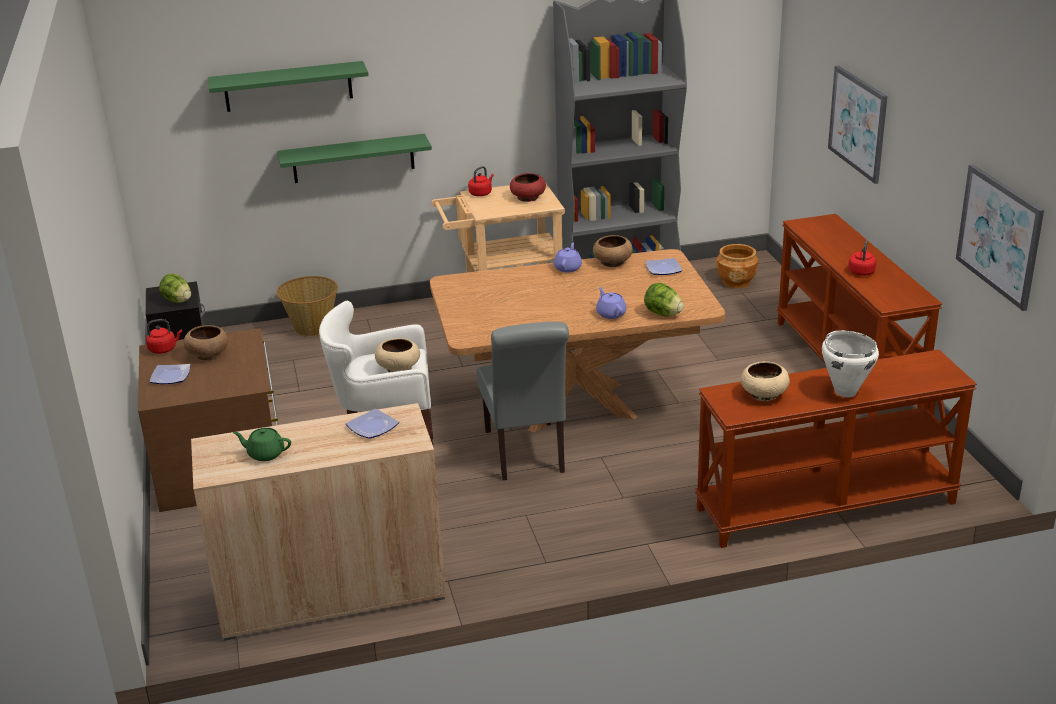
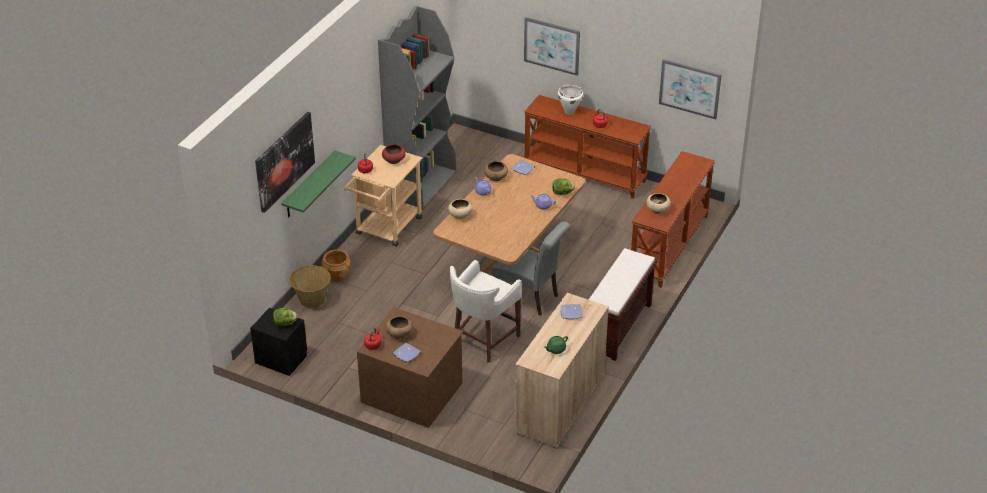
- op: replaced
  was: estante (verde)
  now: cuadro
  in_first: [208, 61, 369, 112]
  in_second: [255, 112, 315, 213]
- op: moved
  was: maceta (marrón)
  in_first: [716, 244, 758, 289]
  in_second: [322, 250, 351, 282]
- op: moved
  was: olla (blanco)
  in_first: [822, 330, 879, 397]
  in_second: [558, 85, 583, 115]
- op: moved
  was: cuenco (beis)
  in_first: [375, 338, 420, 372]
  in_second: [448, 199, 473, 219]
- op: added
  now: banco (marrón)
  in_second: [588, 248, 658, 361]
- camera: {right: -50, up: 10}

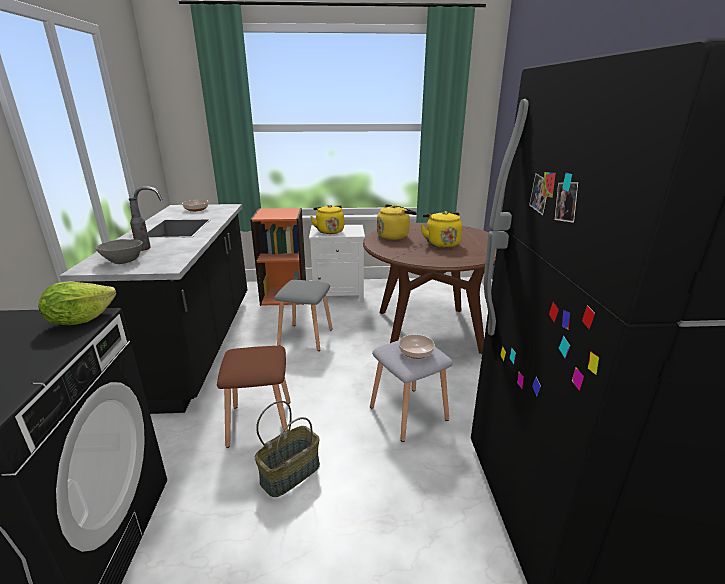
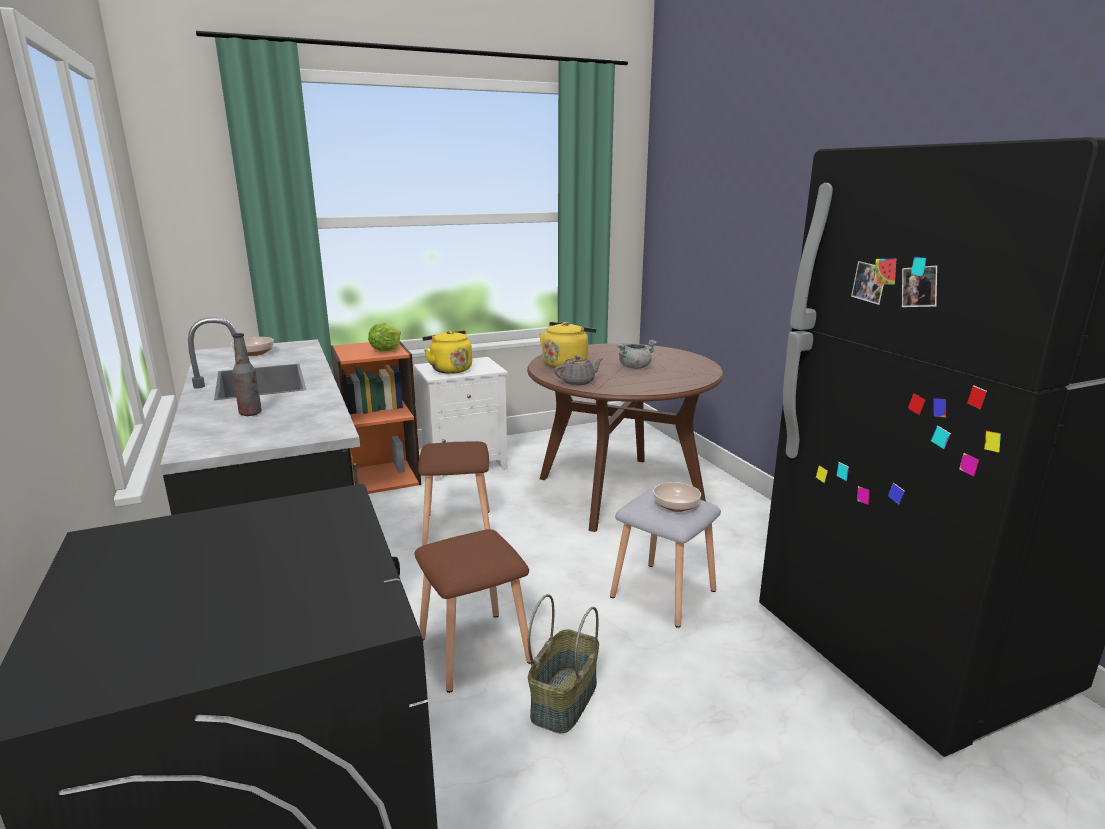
- op: replaced
  was: hervidor (amarillo)
  now: olla (gris)
  in_first: [421, 211, 462, 248]
  in_second: [618, 340, 657, 369]
- op: removed
  was: cuenco (gris)
  in_first: [95, 239, 143, 264]
- op: recoloured
  was: taburete (gris)
  now: taburete (marrón)
  in_first: [274, 280, 333, 351]
  in_second: [418, 441, 490, 546]
- op: moved
  was: lechuga
  in_first: [38, 281, 116, 325]
  in_second: [368, 323, 401, 351]
- op: added
  now: tetera (gris)
  in_second: [554, 355, 603, 385]
- camera: {right: -20, up: -5}

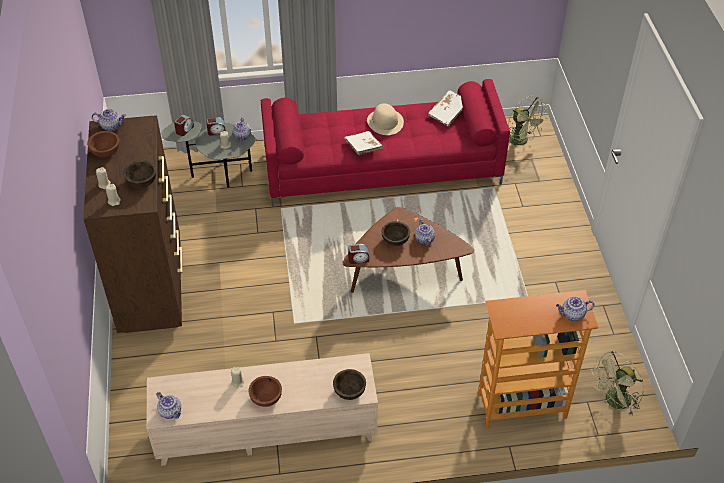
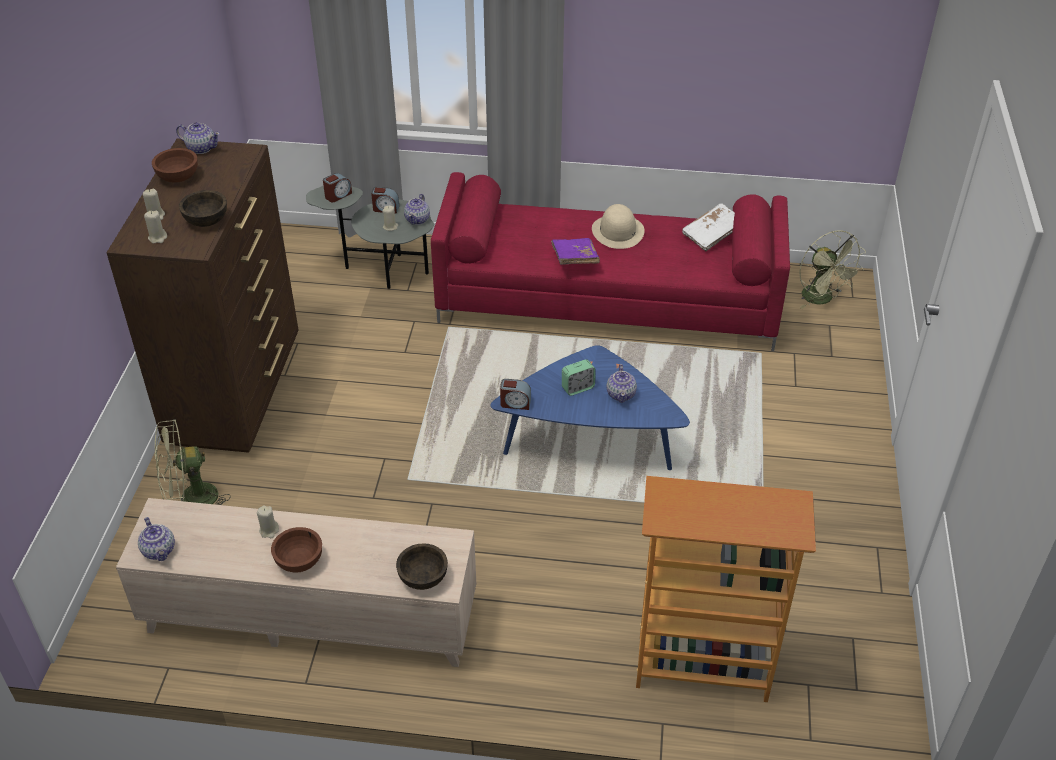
- op: recoloured
  was: libro (blanco)
  now: libro (morado)
  in_first: [344, 131, 384, 155]
  in_second: [551, 238, 600, 265]
- op: recoloured
  was: mesa de centro (marrón)
  now: mesa de centro (azul)
  in_first: [342, 207, 474, 293]
  in_second: [490, 345, 690, 470]
- op: replaced
  was: cuenco (marrón)
  now: despertador
  in_first: [382, 221, 410, 246]
  in_second: [562, 359, 596, 396]
- op: removed
  was: tetera
  in_first: [556, 296, 594, 321]
- op: moved
  was: ventilador (verde)
  in_first: [591, 351, 643, 416]
  in_second: [155, 419, 231, 505]
- camera: {right: 15, up: -5}

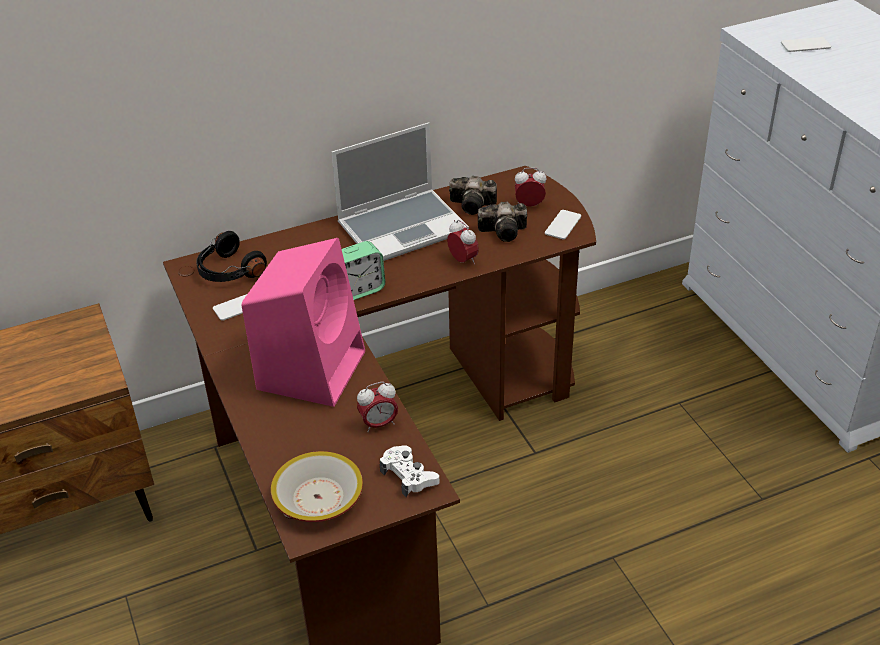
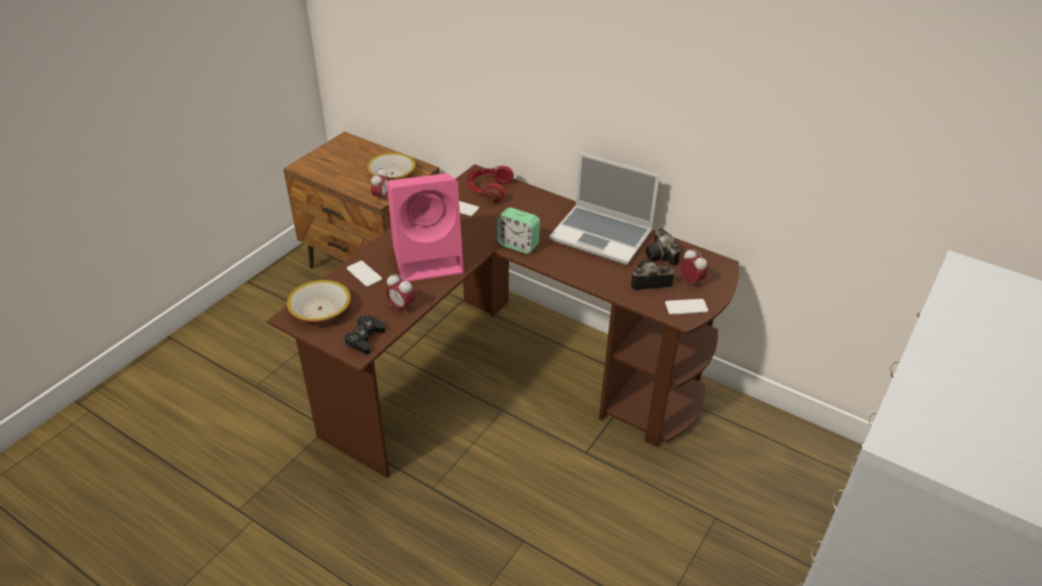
- op: moved
  was: móvil
  in_first: [781, 37, 831, 52]
  in_second: [347, 261, 382, 287]
- op: turned
  was: cámara
  in_first: [478, 202, 527, 242]
  in_second: [631, 260, 674, 290]
  clockwise: 120
- op: moved
  was: despertador
  in_first: [447, 220, 479, 265]
  in_second: [371, 168, 390, 203]
- op: recoloured
  was: auriculares (negro)
  now: auriculares (rojo)
  in_first: [196, 231, 267, 282]
  in_second: [467, 166, 514, 202]
- op: recoloured
  was: mando de consola (blanco)
  now: mando de consola (negro)
  in_first: [380, 446, 439, 497]
  in_second: [344, 315, 385, 355]
- op: added
  now: cuenco
  in_second: [367, 153, 416, 180]
- camera: {right: 55, up: 0}

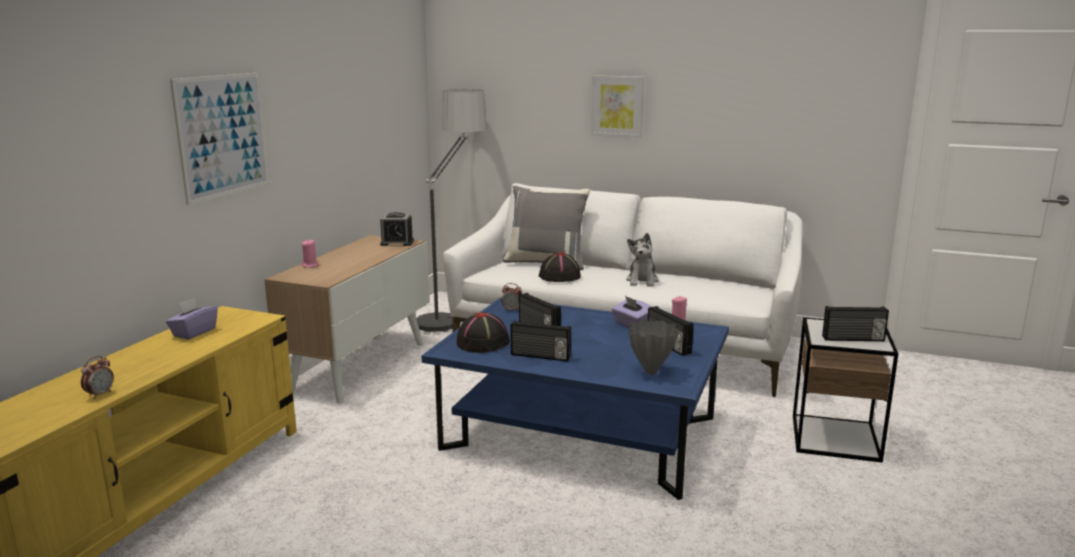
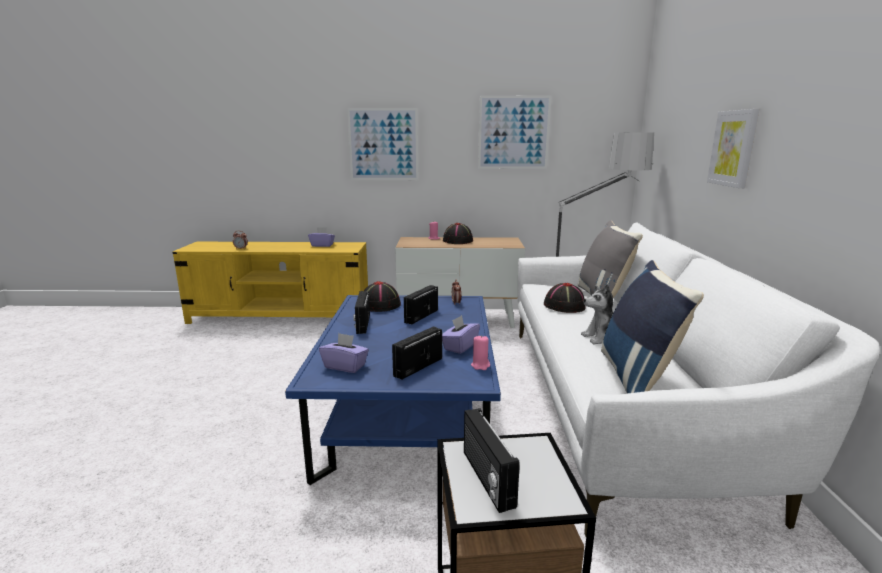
- op: removed
  was: despertador
  in_first: [380, 212, 414, 246]
- op: replaced
  was: florero (gris)
  now: caja de pañuelos (morado)
  in_first: [629, 320, 679, 375]
  in_second: [319, 333, 369, 373]
- op: added
  now: cuadro
  in_second: [478, 95, 552, 169]
- op: added
  now: sombrero (negro)
  in_second: [443, 223, 473, 244]
- op: added
  now: cojín (azul)
  in_second: [601, 260, 704, 394]
- camera: {right: 70, up: 0}

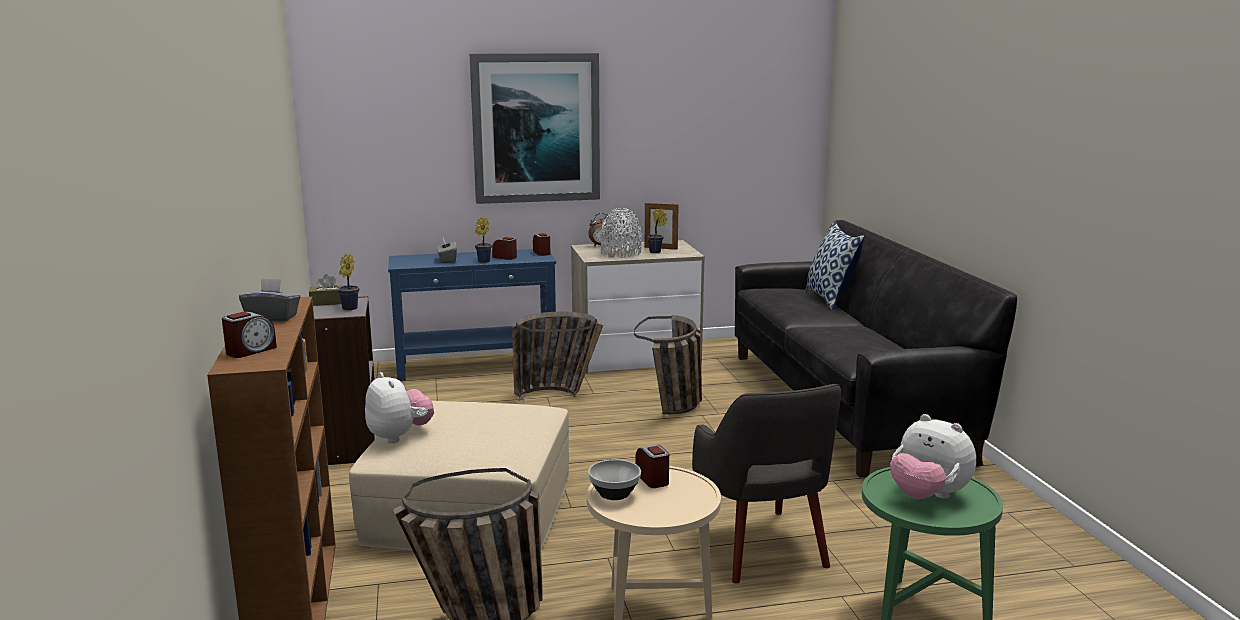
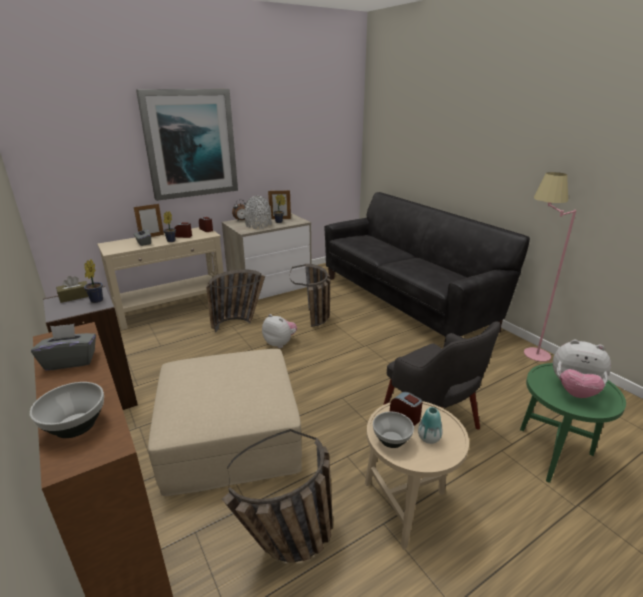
- op: removed
  was: cojín
  in_first: [806, 221, 864, 310]
- op: recoloured
  was: mesa consola (azul)
  now: mesa consola (beis)
  in_first: [388, 249, 556, 381]
  in_second: [97, 227, 223, 330]
- op: replaced
  was: despertador
  now: cuenco
  in_first: [222, 312, 277, 358]
  in_second: [30, 382, 104, 438]
- op: moved
  was: peluche
  in_first: [365, 372, 434, 443]
  in_second: [262, 314, 297, 348]
- op: added
  now: lámpara de pie (rosa)
  in_second: [524, 172, 576, 362]
- op: added
  now: portarretratos
  in_second: [134, 203, 164, 237]
- op: added
  now: florero
  in_second: [418, 407, 443, 444]
- camera: {right: -20, up: 10}

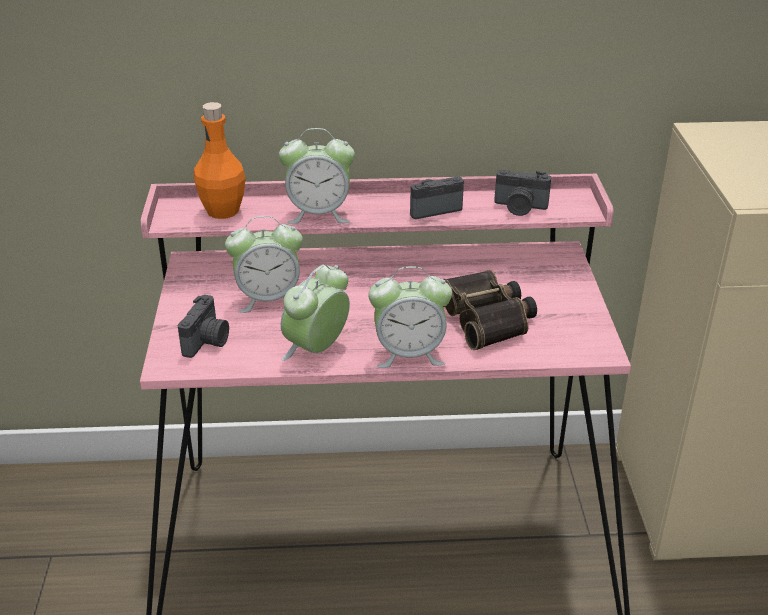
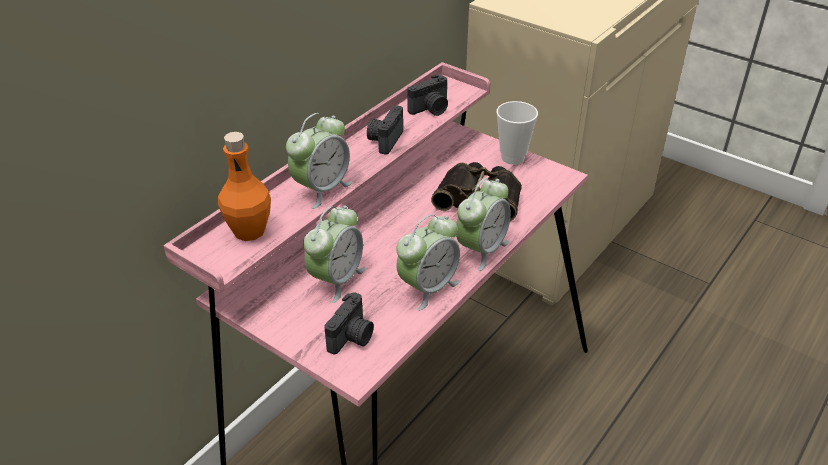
- op: turned
  was: despertador
  in_first: [281, 264, 350, 361]
  in_second: [396, 214, 460, 311]
  clockwise: -120
- op: turned
  was: cámara
  in_first: [178, 295, 229, 358]
  in_second: [324, 292, 374, 355]
  clockwise: 60
- op: added
  now: taza
  in_second: [496, 101, 538, 165]
- camera: {right: -50, up: 5}

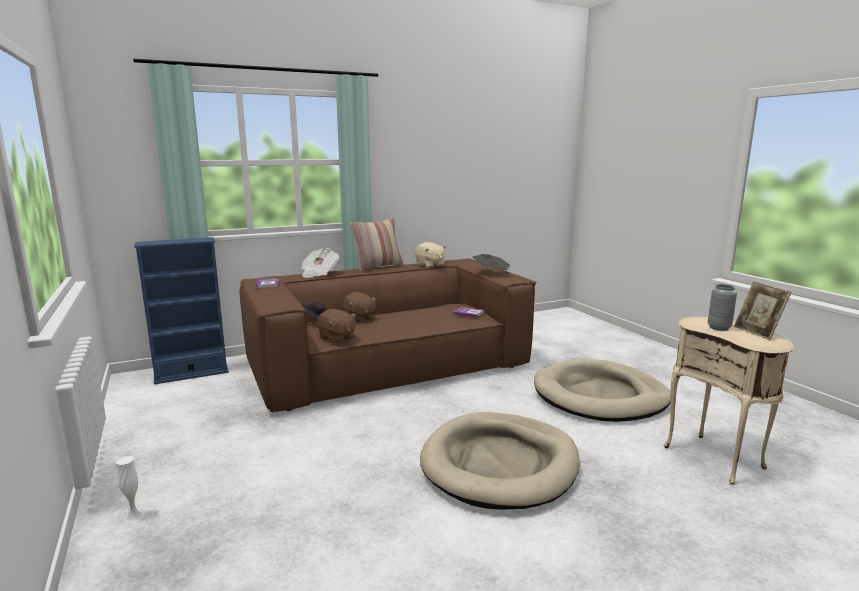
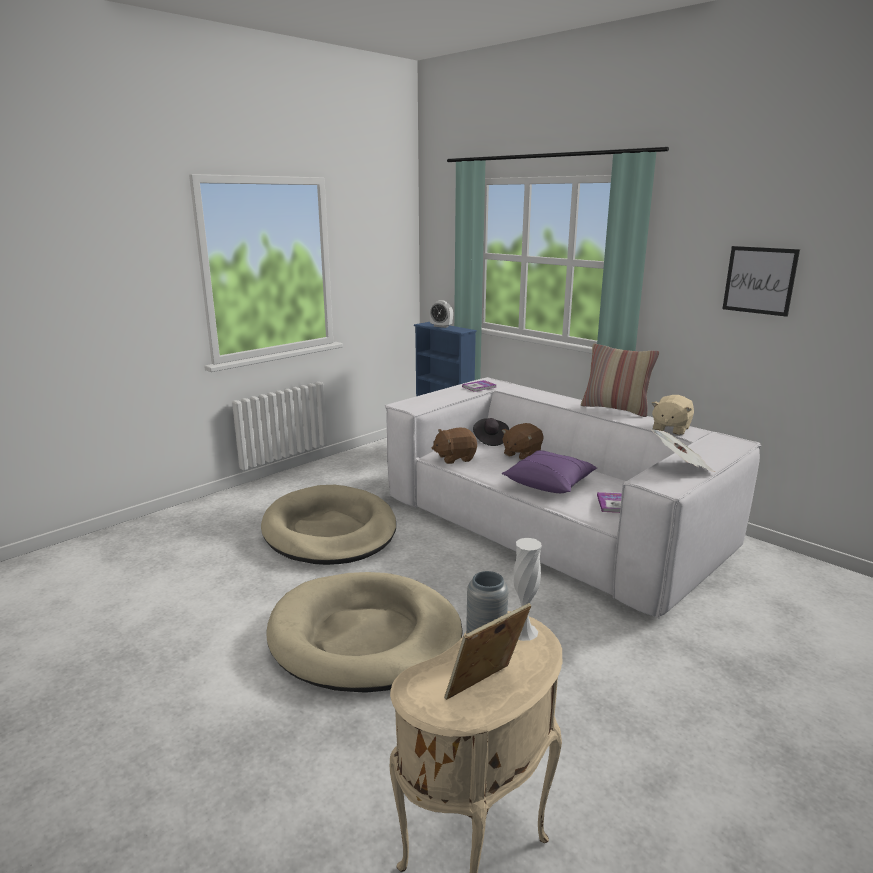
- op: removed
  was: periódico
  in_first: [301, 248, 339, 278]
- op: recoloured
  was: sofá (marrón)
  now: sofá (blanco)
  in_first: [240, 258, 536, 412]
  in_second: [385, 377, 761, 619]
- op: turned
  was: peluche (marrón)
  in_first: [317, 309, 357, 344]
  in_second: [432, 428, 477, 464]
  clockwise: 45
- op: moved
  was: cama para perro (beis)
  in_first: [534, 359, 670, 422]
  in_second: [261, 485, 396, 565]
- op: moved
  was: florero (blanco)
  in_first: [116, 456, 145, 523]
  in_second: [514, 538, 542, 641]
- op: added
  now: cuadro
  in_second: [723, 246, 800, 317]
- op: added
  now: despertador
  in_second: [429, 300, 453, 328]
- op: added
  now: cojín (morado)
  in_second: [502, 450, 597, 493]
- camera: {right: 70, up: 5}

